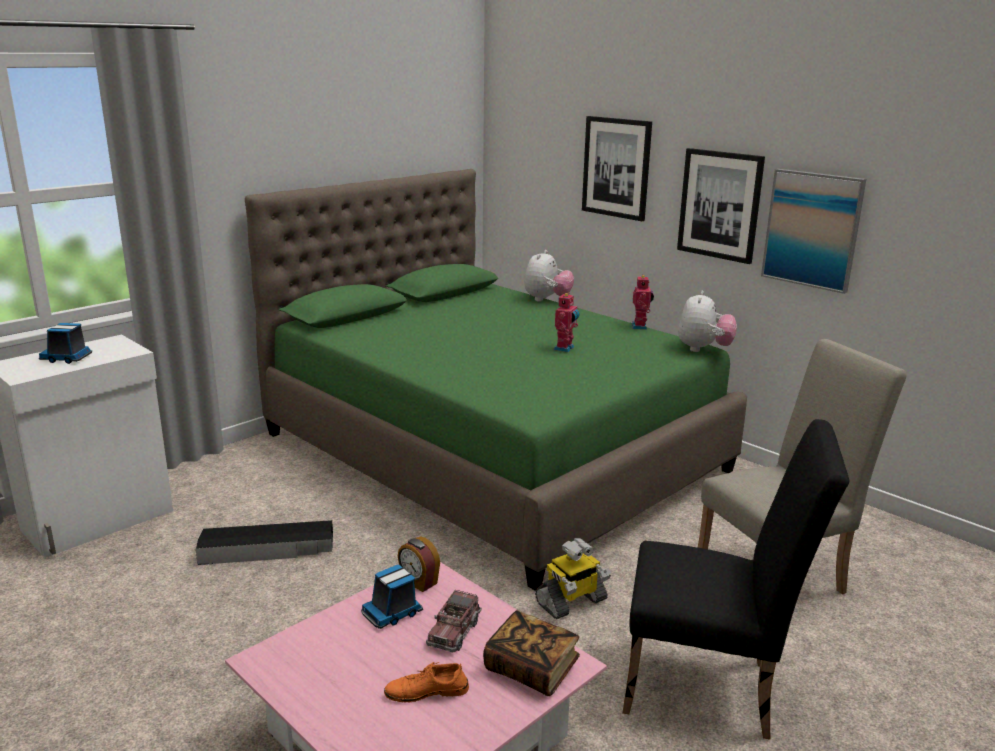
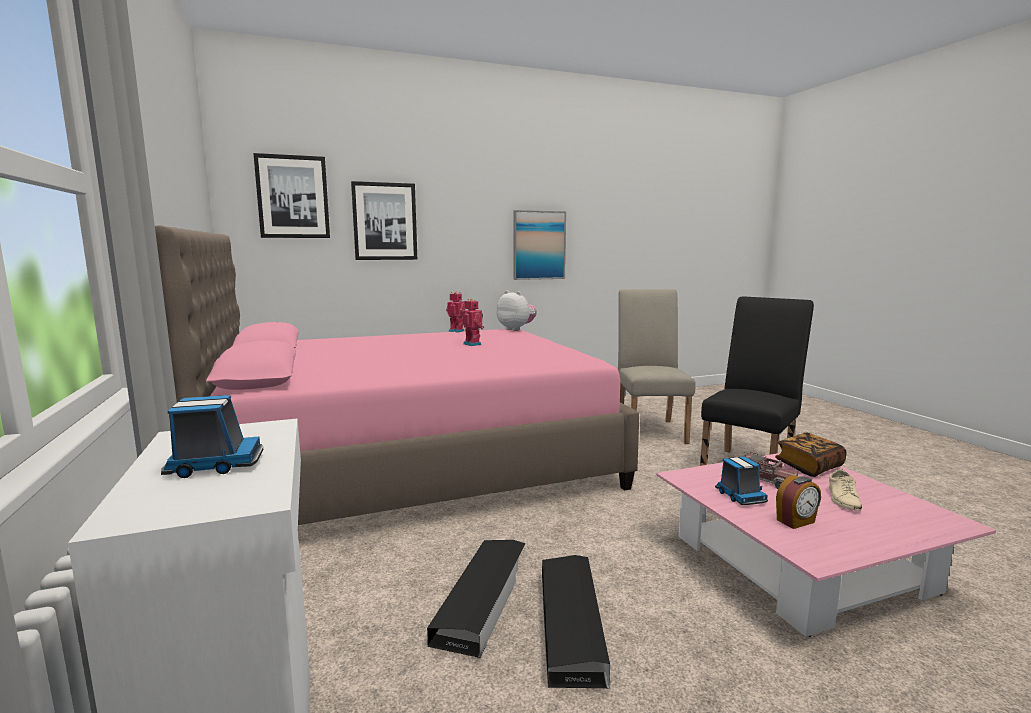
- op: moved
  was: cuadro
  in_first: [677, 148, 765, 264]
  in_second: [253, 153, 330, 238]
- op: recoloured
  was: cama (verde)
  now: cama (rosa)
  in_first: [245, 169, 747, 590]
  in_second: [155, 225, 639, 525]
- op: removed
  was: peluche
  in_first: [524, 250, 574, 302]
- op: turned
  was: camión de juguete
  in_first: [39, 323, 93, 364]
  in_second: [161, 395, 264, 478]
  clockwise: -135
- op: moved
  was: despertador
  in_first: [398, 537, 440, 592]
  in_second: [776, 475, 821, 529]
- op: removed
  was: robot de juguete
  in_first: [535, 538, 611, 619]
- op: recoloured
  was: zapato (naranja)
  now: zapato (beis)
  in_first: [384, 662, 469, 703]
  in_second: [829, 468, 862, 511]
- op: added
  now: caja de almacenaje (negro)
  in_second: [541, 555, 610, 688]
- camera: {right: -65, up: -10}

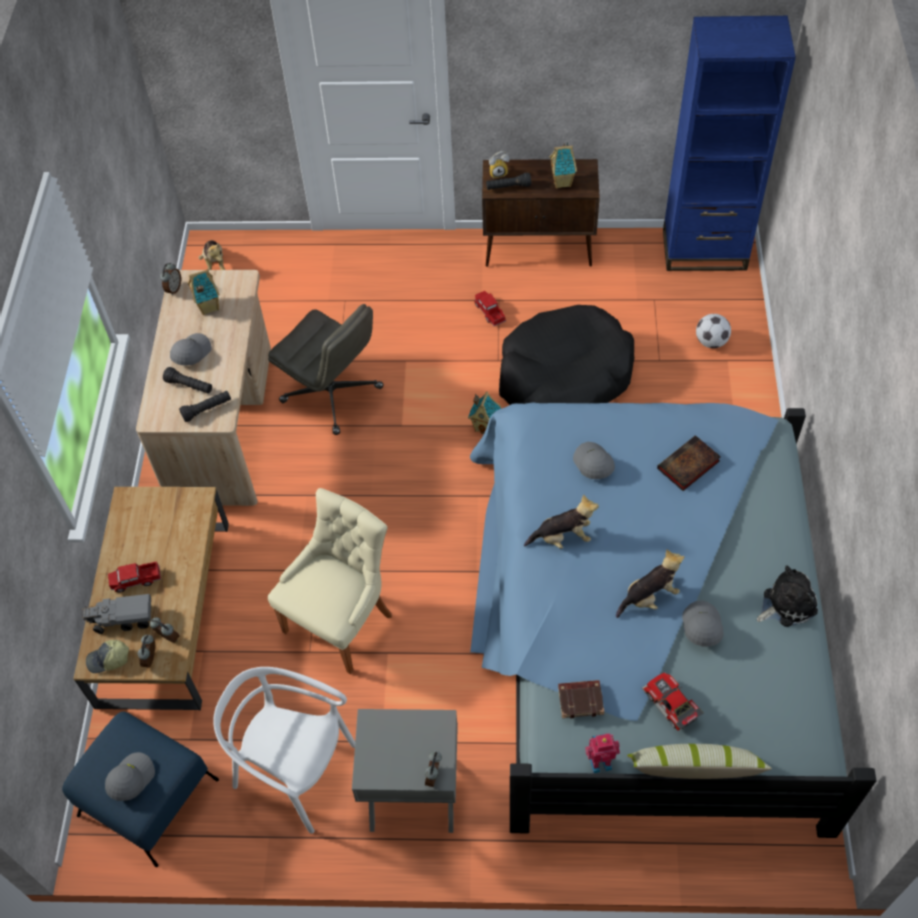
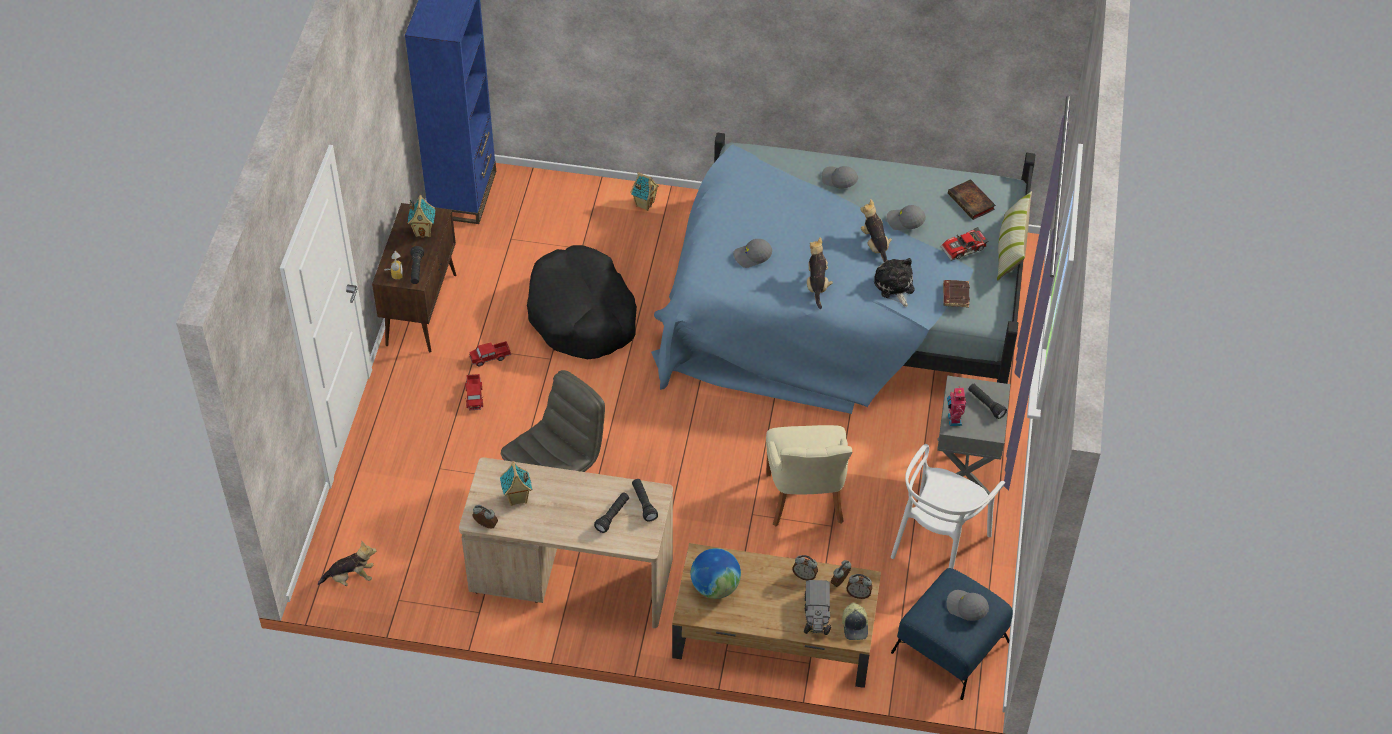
- op: removed
  was: balón de fútbol
  in_first: [696, 314, 731, 348]
- op: moved
  was: gorra (gris)
  in_first: [170, 333, 212, 366]
  in_second: [822, 166, 858, 189]
- op: moved
  was: casita
  in_first: [468, 391, 501, 434]
  in_second: [630, 172, 659, 211]
- op: moved
  was: libro
  in_first: [657, 435, 721, 491]
  in_second: [948, 179, 996, 220]
- op: turned
  was: silla (beis)
  in_first: [268, 488, 392, 674]
  in_second: [766, 425, 853, 526]
  clockwise: -135
- op: moved
  was: camión de juguete
  in_first: [108, 561, 161, 593]
  in_second: [465, 374, 483, 411]
- op: moved
  was: peluche
  in_first: [757, 566, 818, 627]
  in_second: [874, 258, 915, 307]
- op: moved
  was: robot de juguete
  in_first: [585, 733, 620, 773]
  in_second: [947, 386, 966, 426]
- op: moved
  was: despertador
  in_first: [425, 751, 442, 787]
  in_second: [792, 555, 818, 581]
- op: added
  now: linterna (negro)
  in_second: [968, 384, 1007, 419]
- op: added
  now: globo terráqueo
  in_second: [691, 548, 741, 599]
- camera: {right: -85, up: -5}

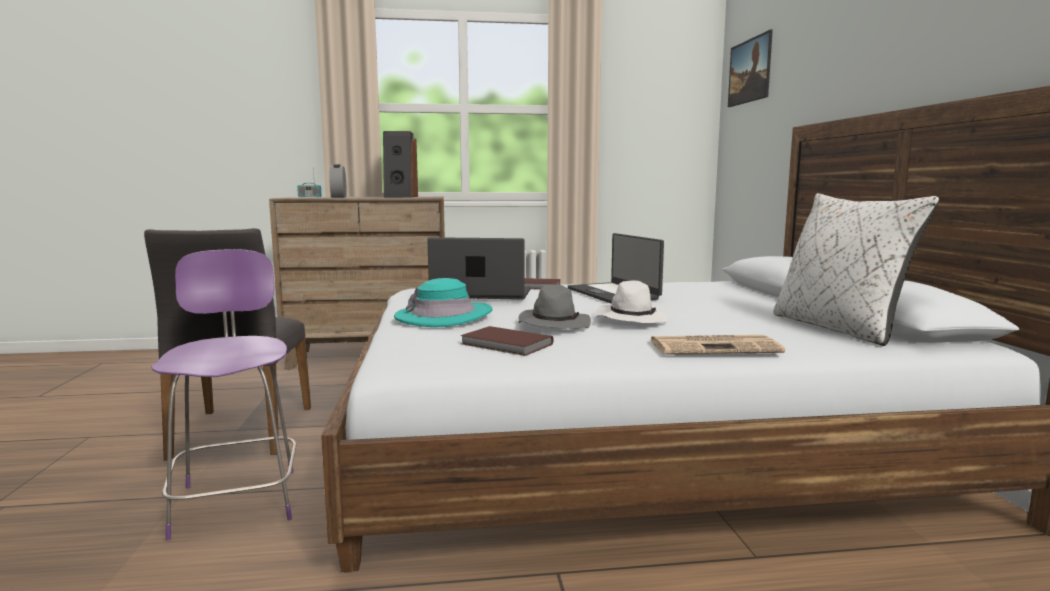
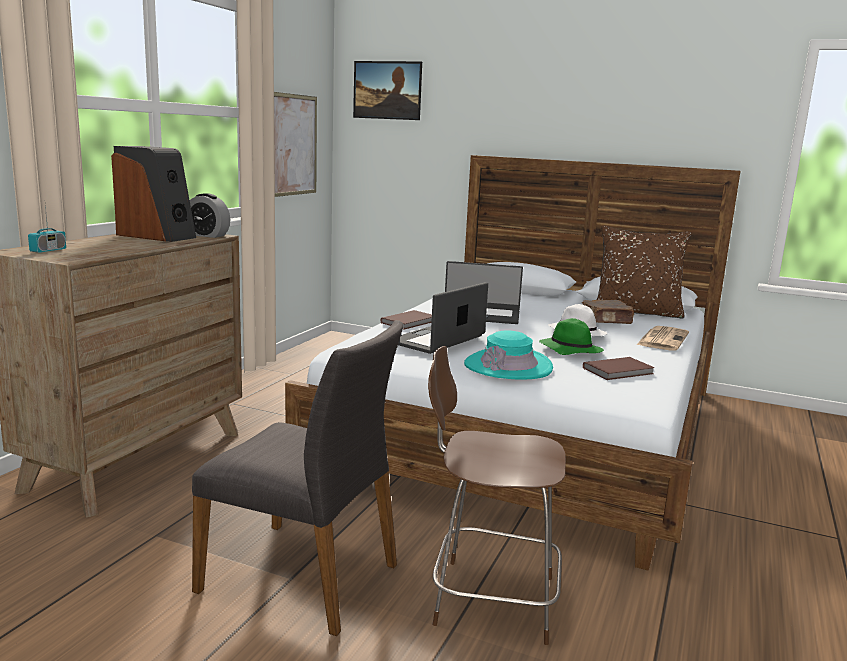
- op: moved
  was: despertador
  in_first: [329, 164, 347, 198]
  in_second: [190, 193, 230, 238]
- op: recoloured
  was: cojín (blanco)
  now: cojín (marrón)
  in_first: [773, 193, 939, 346]
  in_second: [597, 225, 691, 319]
- op: recoloured
  was: silla (morado)
  now: silla (marrón)
  in_first: [151, 249, 297, 540]
  in_second: [428, 346, 566, 645]
- op: recoloured
  was: sombrero (gris)
  now: sombrero (verde)
  in_first: [518, 284, 591, 329]
  in_second: [539, 318, 604, 355]
- op: added
  now: cuadro
  in_second: [274, 92, 317, 197]
- op: added
  now: libro (marrón)
  in_second: [582, 300, 634, 324]
- camera: {right: -60, up: 5}

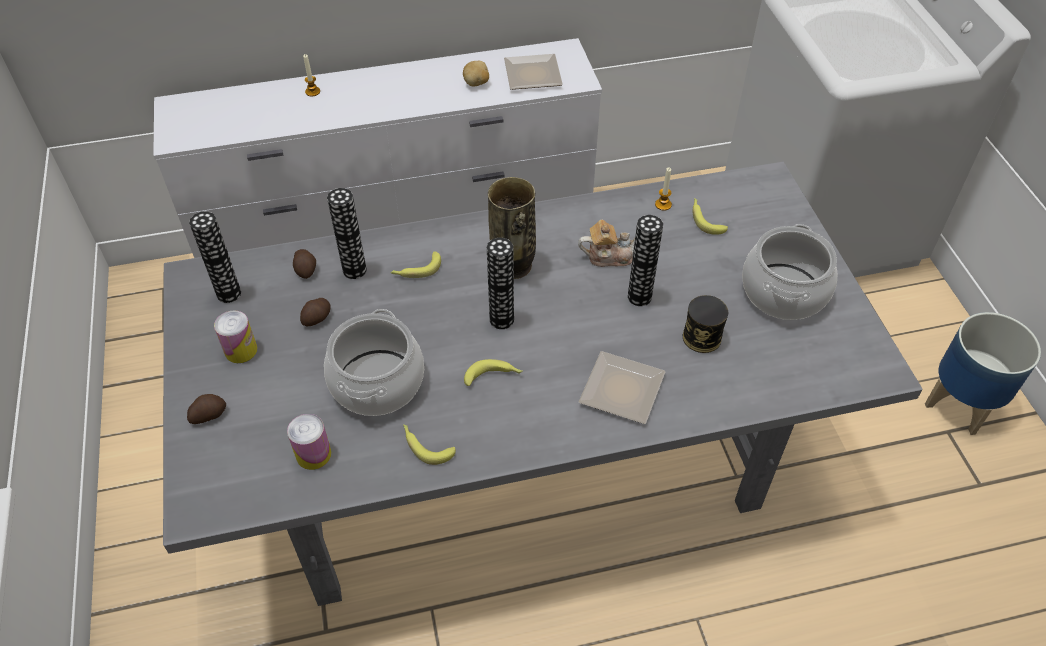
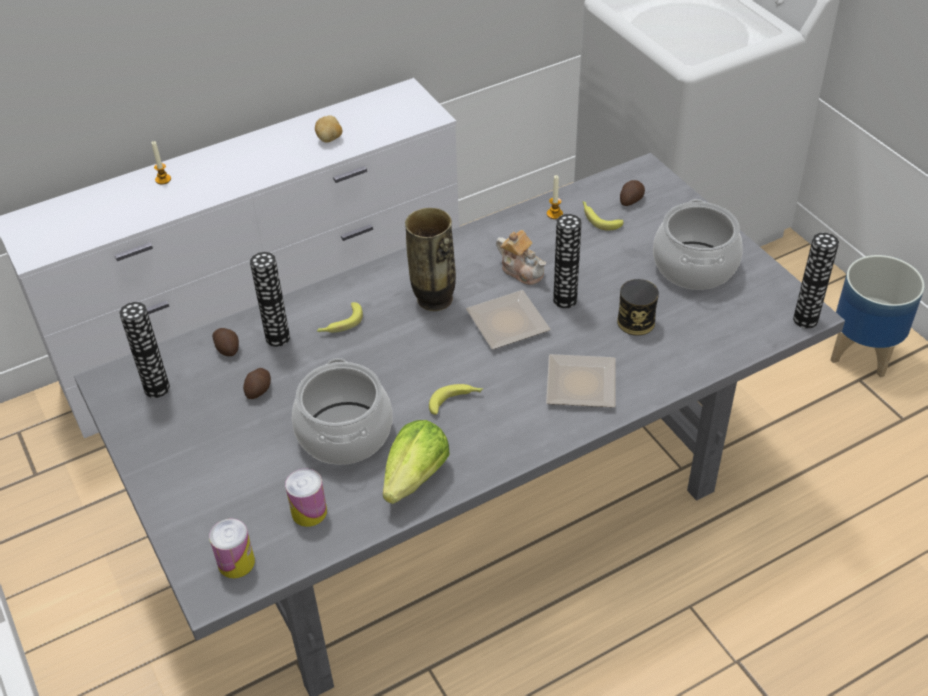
- op: moved
  was: plato
  in_first: [504, 54, 563, 90]
  in_second: [466, 290, 550, 349]
- op: turned
  was: tetera
  in_first: [578, 220, 635, 267]
  in_second: [496, 230, 546, 285]
  clockwise: 60
- op: moved
  was: florero
  in_first: [487, 238, 514, 329]
  in_second: [793, 233, 839, 328]
- op: moved
  was: lata
  in_first: [214, 310, 257, 363]
  in_second: [209, 519, 255, 579]
- op: moved
  was: patata
  in_first: [187, 394, 226, 424]
  in_second: [620, 180, 645, 206]
- op: replaced
  was: plátano
  now: lechuga
  in_first: [403, 424, 456, 465]
  in_second: [383, 420, 450, 504]
- camera: {right: -15, up: -5}

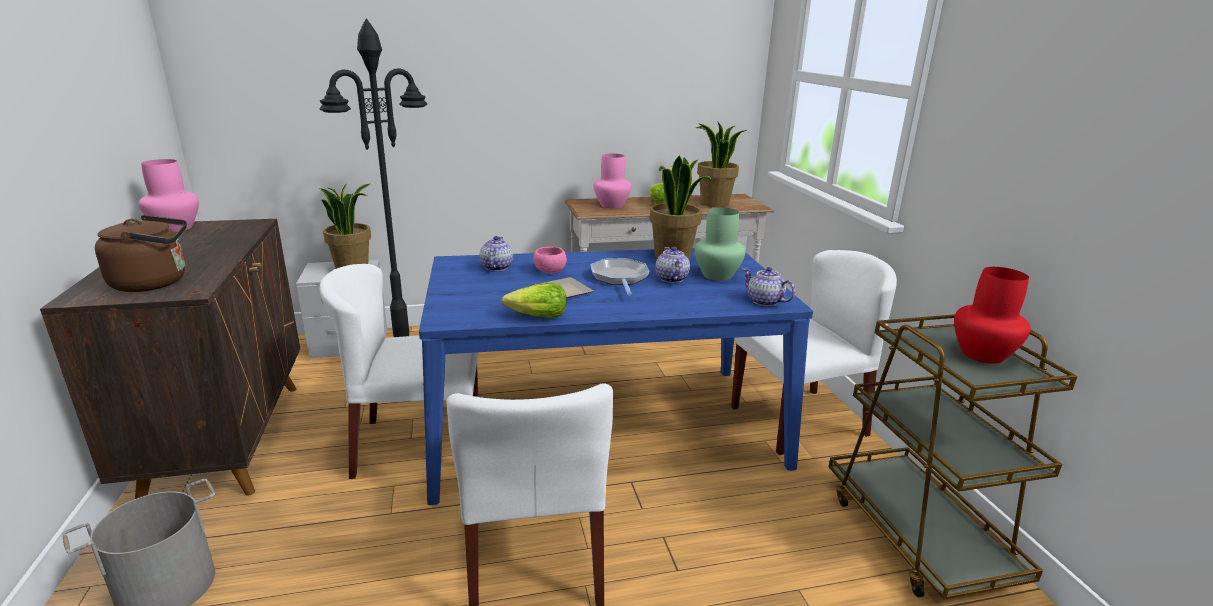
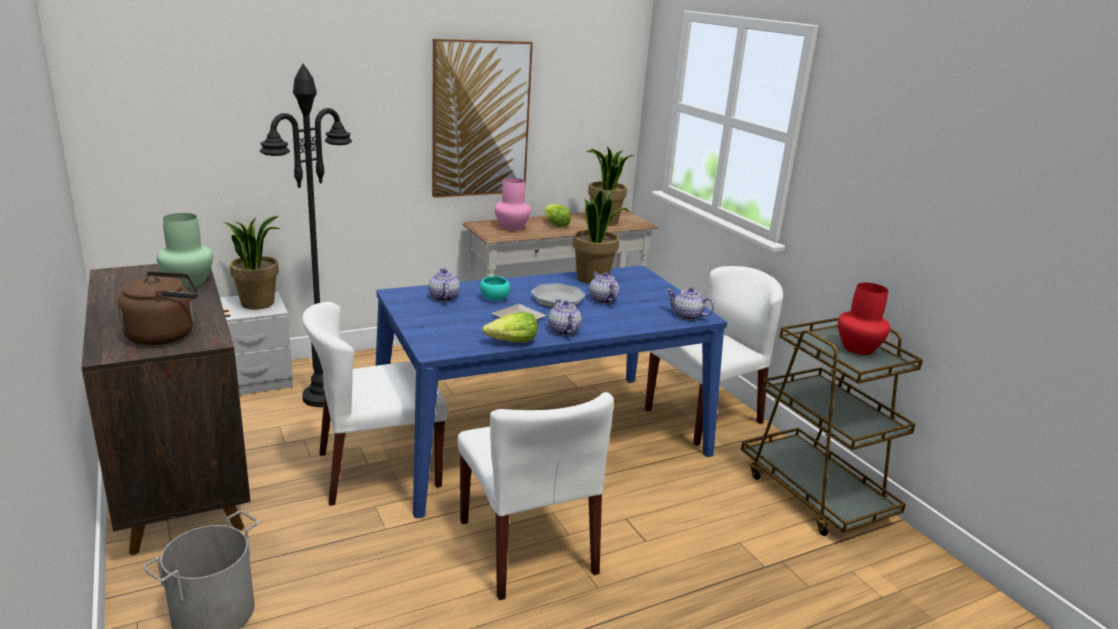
- op: removed
  was: florero (rosa)
  in_first: [139, 159, 199, 232]
- op: moved
  was: florero (verde)
  in_first: [695, 208, 745, 281]
  in_second: [156, 213, 213, 288]
- op: recoloured
  was: cuenco (rosa)
  now: cuenco (turquesa)
  in_first: [534, 247, 567, 273]
  in_second: [480, 276, 510, 301]
- op: added
  now: cuadro
  in_second: [432, 39, 533, 198]
- op: added
  now: tetera
  in_second: [548, 299, 581, 336]
- camera: {right: -15, up: 0}

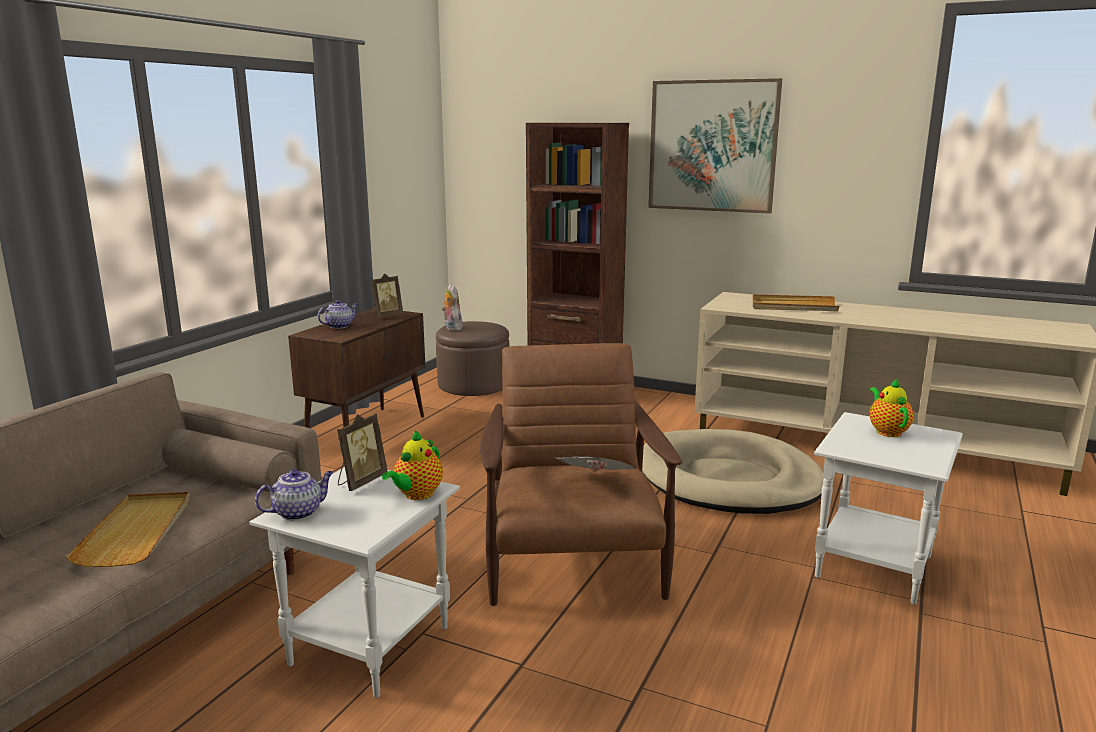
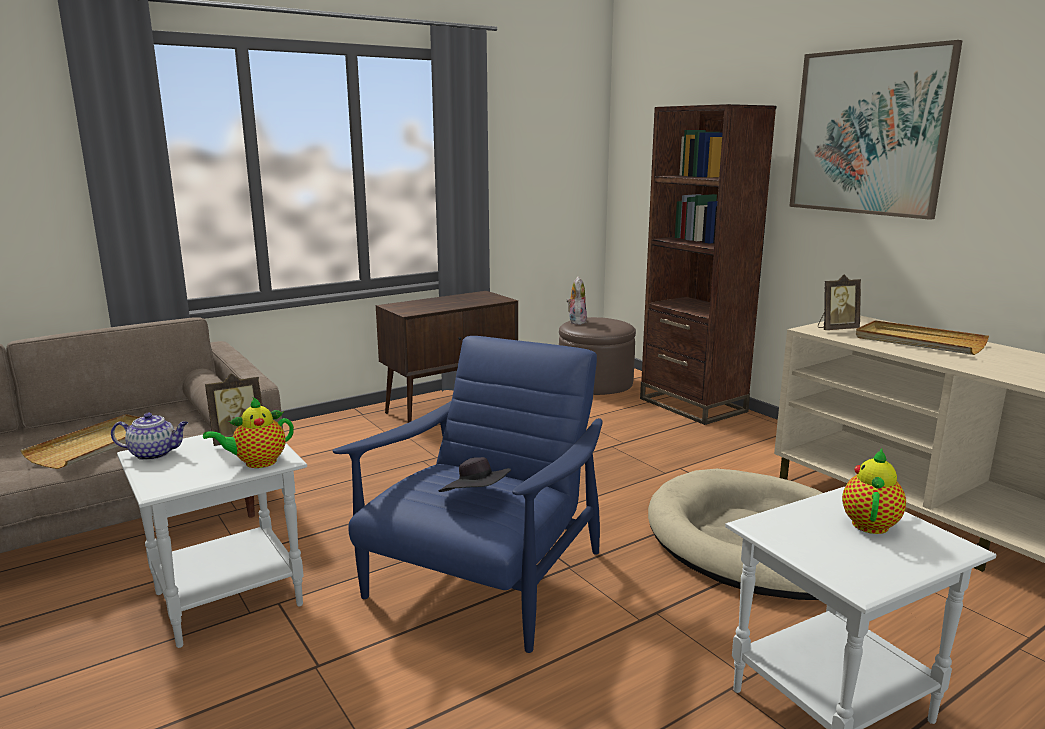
- op: moved
  was: portarretratos
  in_first: [371, 273, 403, 317]
  in_second: [818, 275, 861, 330]
- op: removed
  was: tetera
  in_first: [318, 300, 358, 329]
- op: recoloured
  was: sillón (marrón)
  now: sillón (azul)
  in_first: [480, 343, 682, 606]
  in_second: [333, 336, 602, 653]
- op: replaced
  was: periódico
  now: sombrero (negro)
  in_first: [557, 457, 636, 472]
  in_second: [439, 457, 511, 492]
- camera: {right: 30, up: 0}

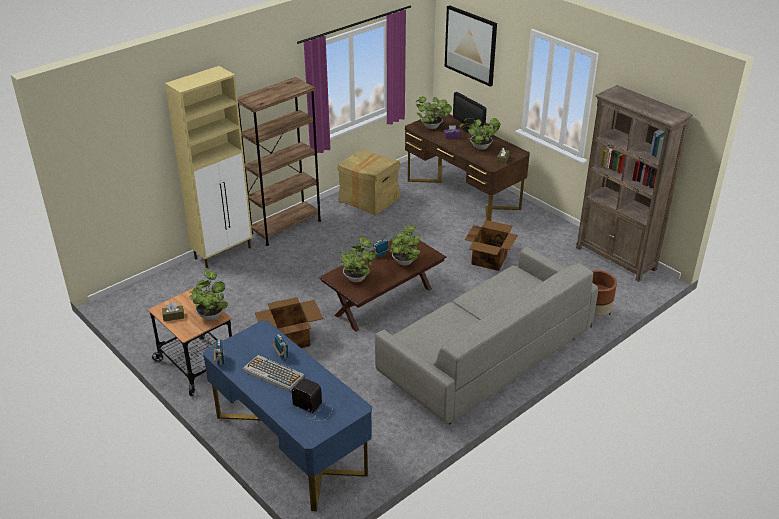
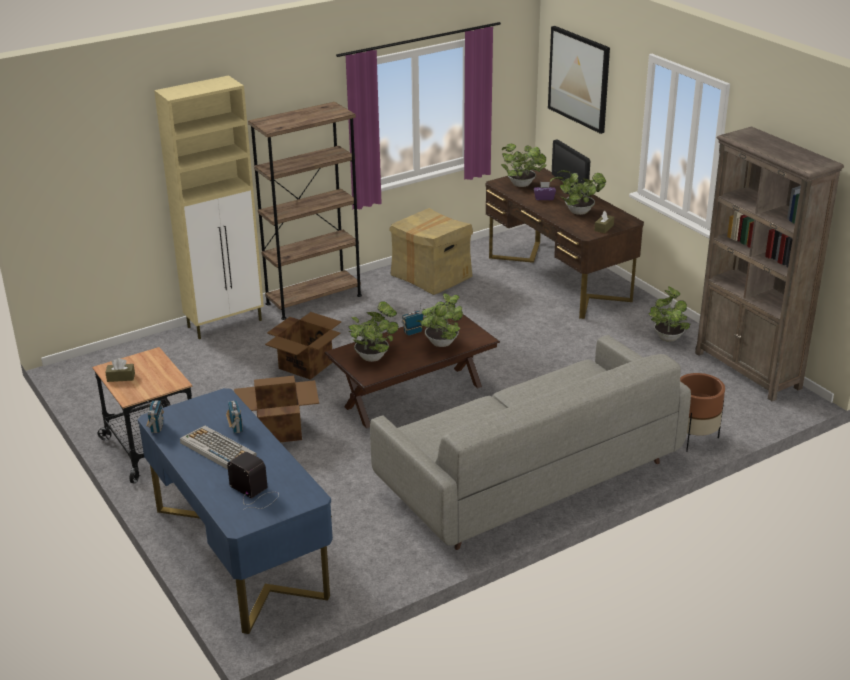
- op: moved
  was: caja de cartón
  in_first: [465, 220, 517, 271]
  in_second: [265, 312, 341, 380]
- op: moved
  was: planta en maceta
  in_first: [189, 270, 228, 321]
  in_second: [648, 287, 691, 342]
- camera: {right: 10, up: -5}

